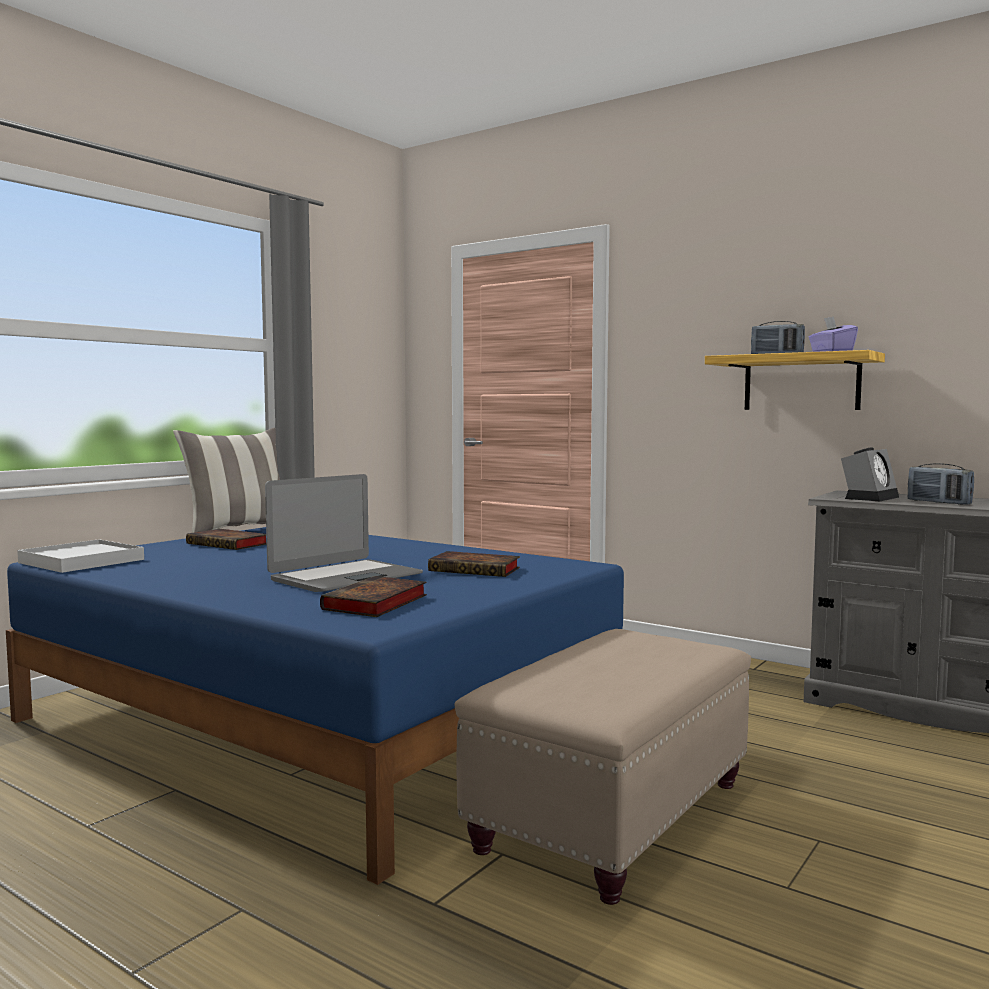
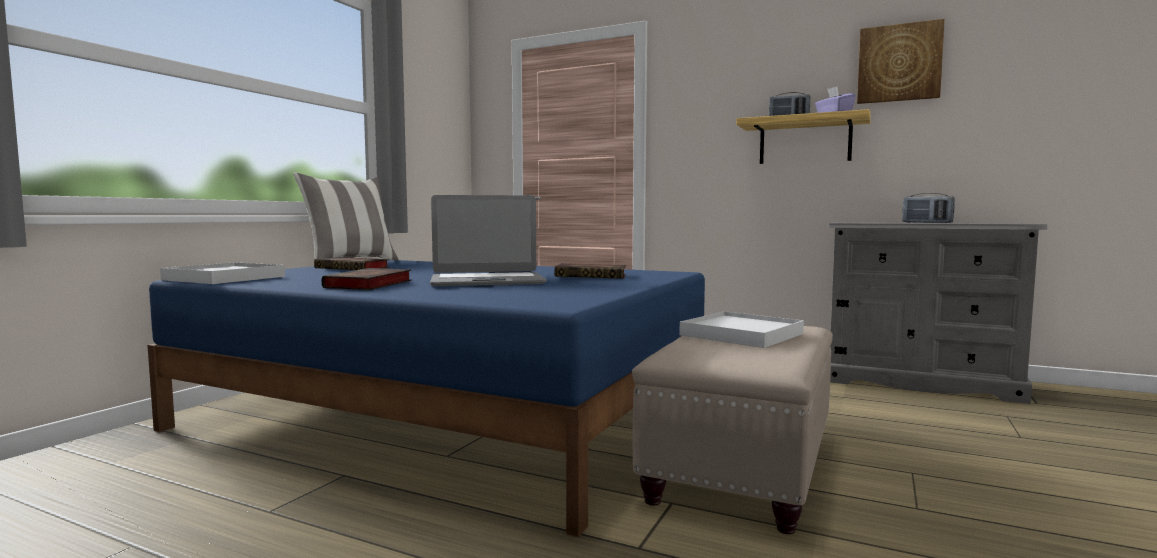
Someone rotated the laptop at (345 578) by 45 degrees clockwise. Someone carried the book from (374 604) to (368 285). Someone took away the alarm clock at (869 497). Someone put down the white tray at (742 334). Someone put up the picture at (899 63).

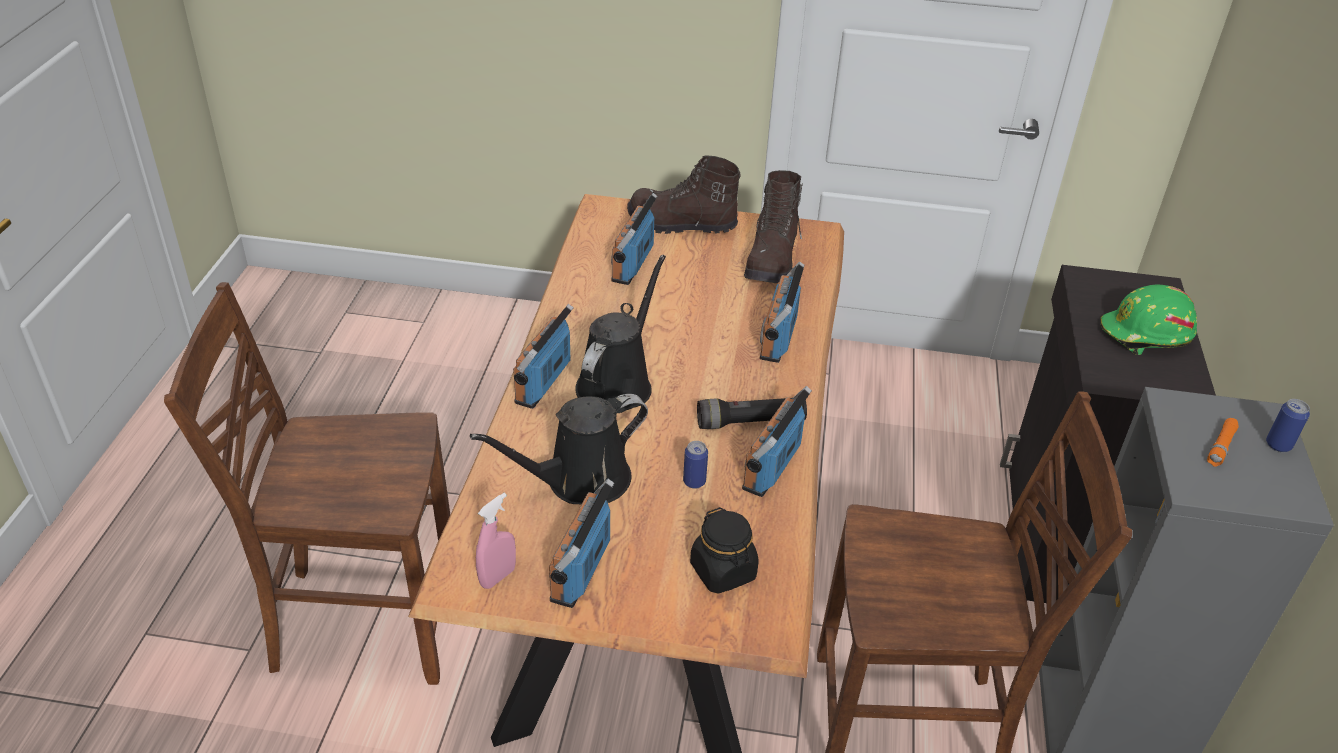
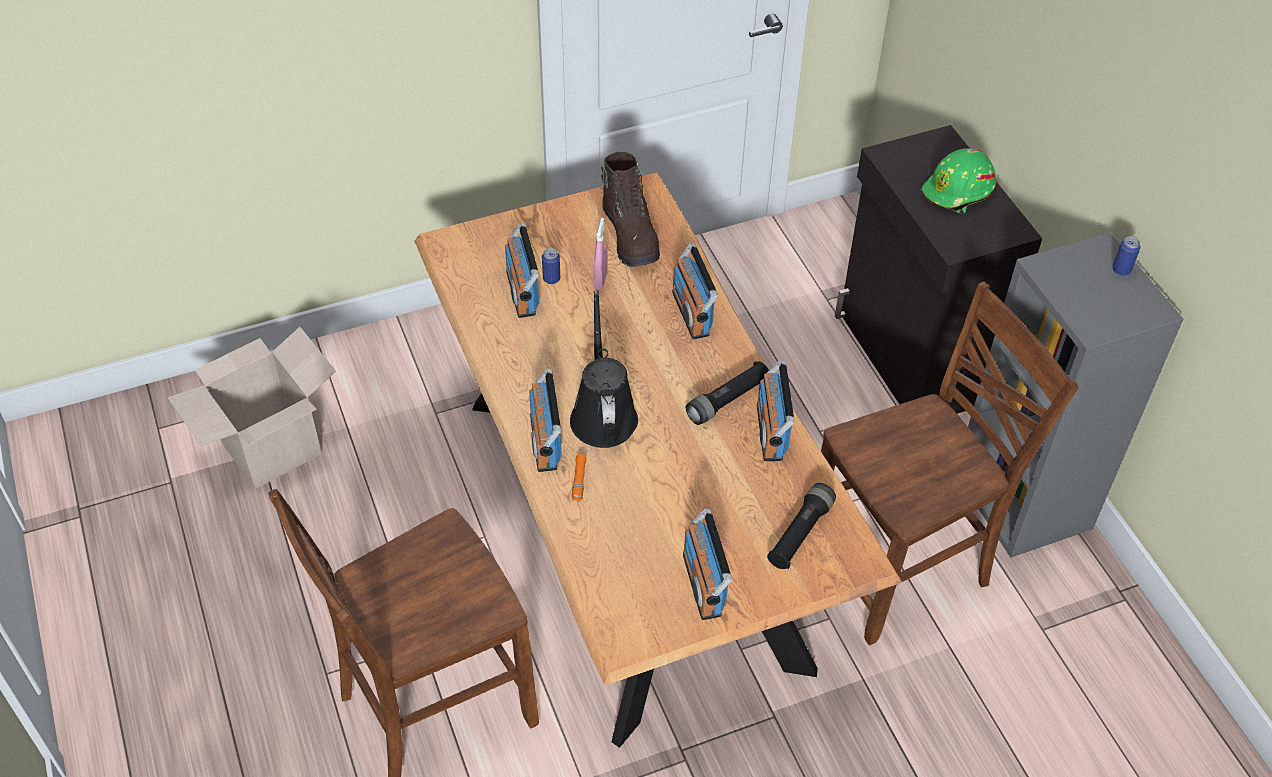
Someone took away the black watering can at (580 481). Someone carried the pink spray bottle from (497 577) to (600 280). Someone took away the brown boot at (681 224). Someone carried the can from (694 481) to (551 279). Someone swapped the black jar at (723 571) for the black flashlight at (800 533). Someone carried the orange flashlight from (1221 447) to (579 480). Someone put down the cardboard box at (271 448).

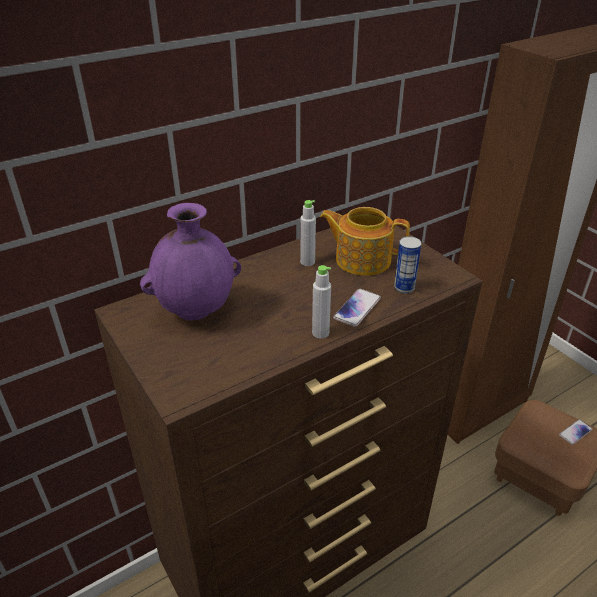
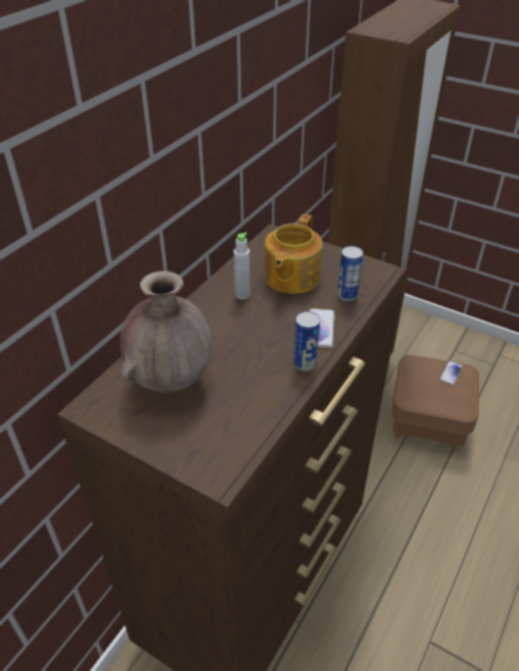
Someone repainted the purple vase at (197 311), which became the brown vase at (171 380). Someone swapped the grey bottle at (320 333) for the can at (304 364). Someone rotated the teapot at (361 259) by 60 degrees counterclockwise.

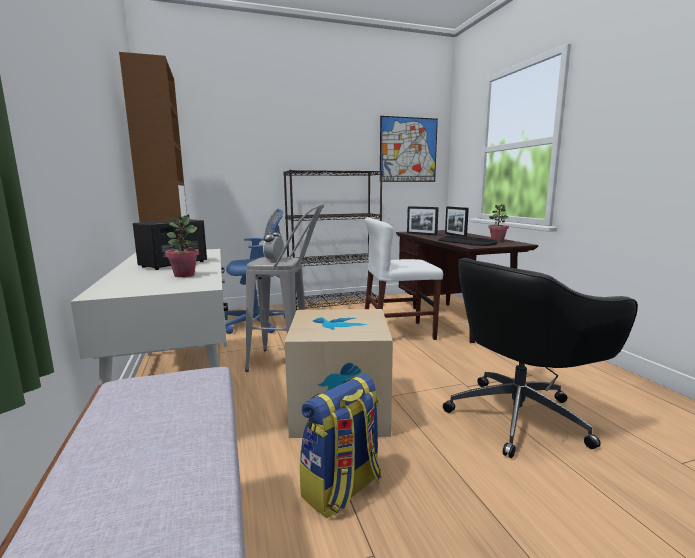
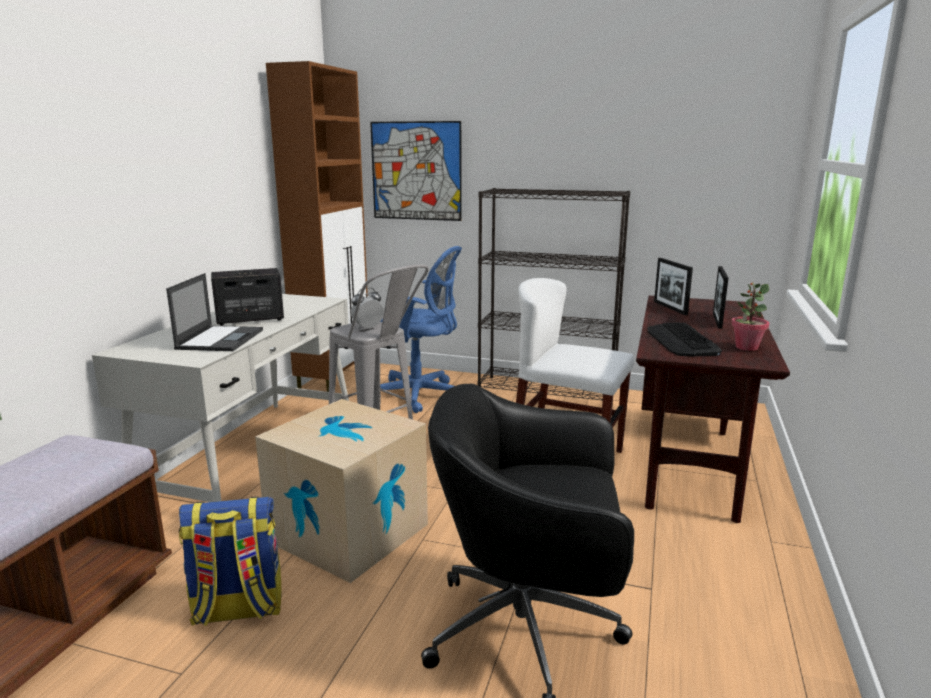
Someone swapped the potted plant at (184 275) for the laptop at (220 339). Someone carried the picture from (408 150) to (416 171).

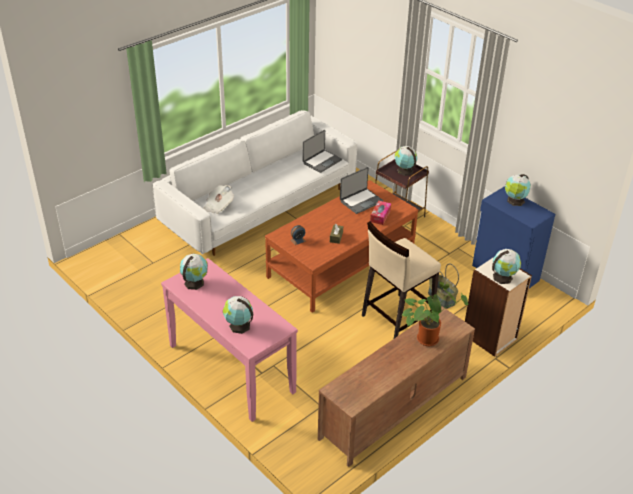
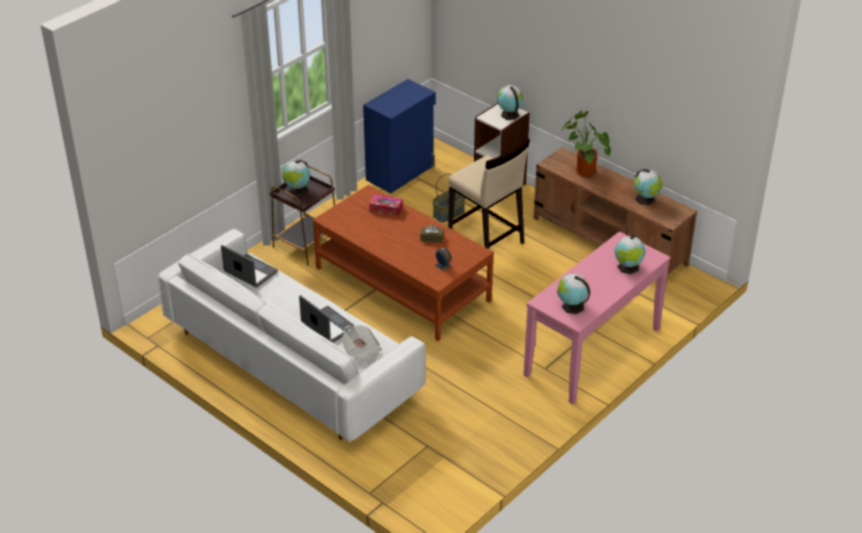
Someone carried the laptop from (361 201) to (327 326). Someone carried the globe from (515 201) to (646 199).

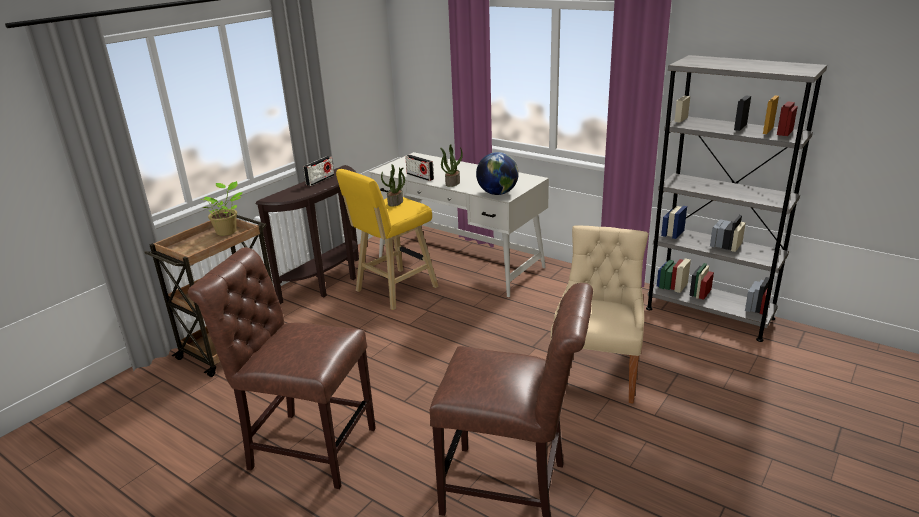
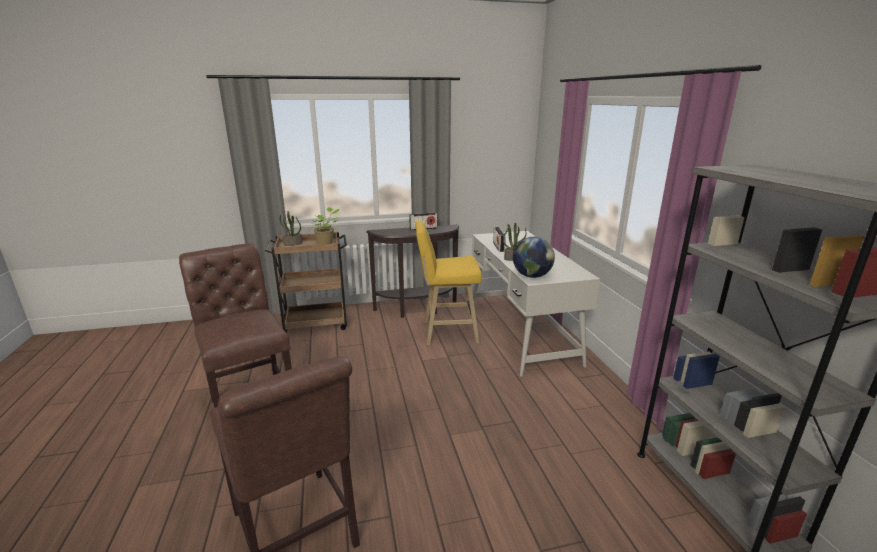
Someone carried the potted plant from (395 202) to (293 244). Someone took away the beige chair at (597 373).

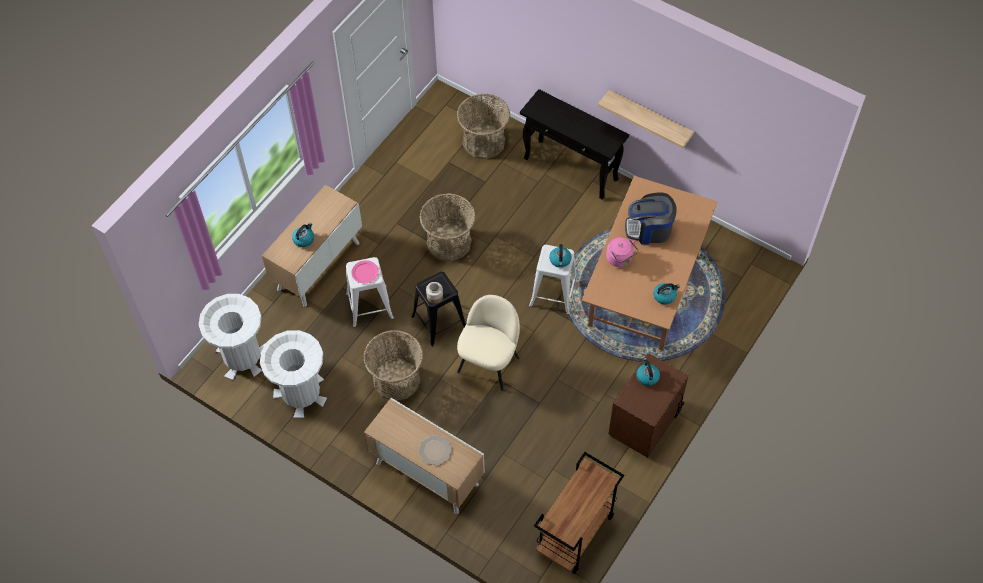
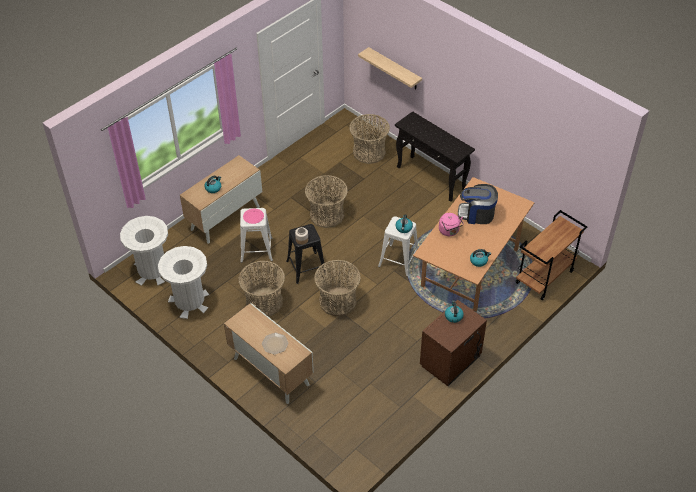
Someone swapped the beige chair at (489 363) for the basket at (338 301). Someone carried the brown cart from (575 534) to (544 278). Someone carried the shelf from (650 118) to (394 69).

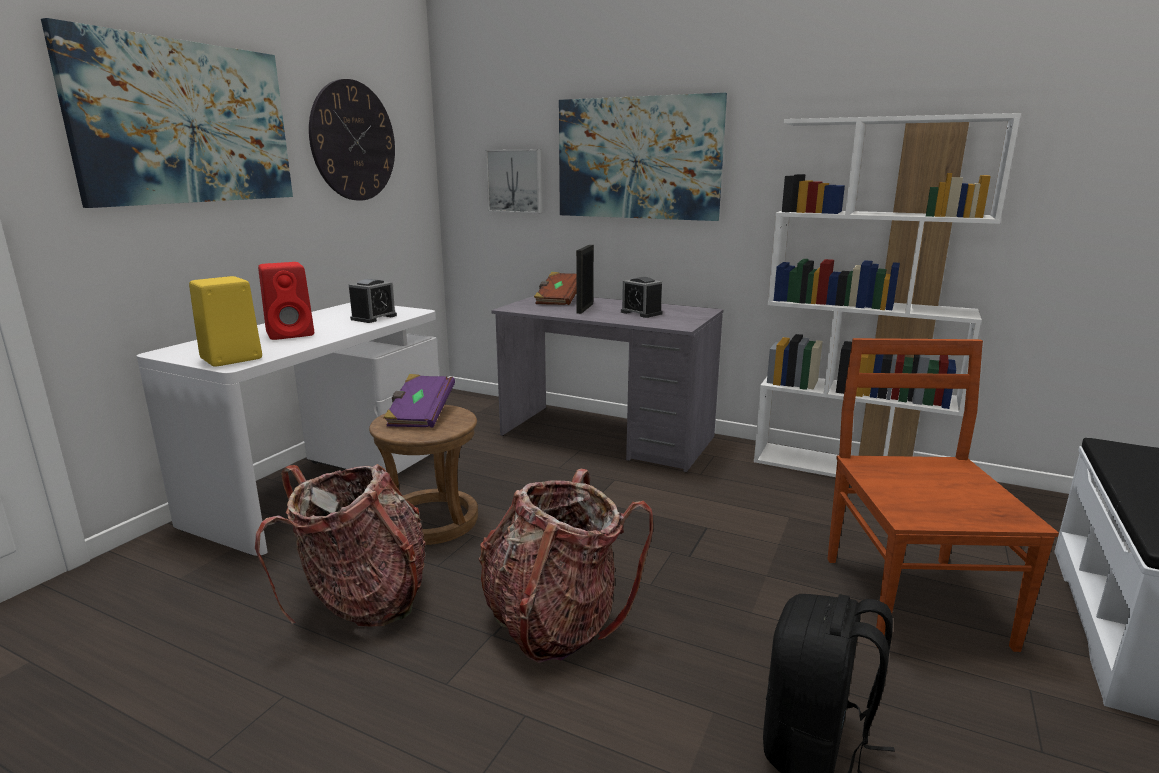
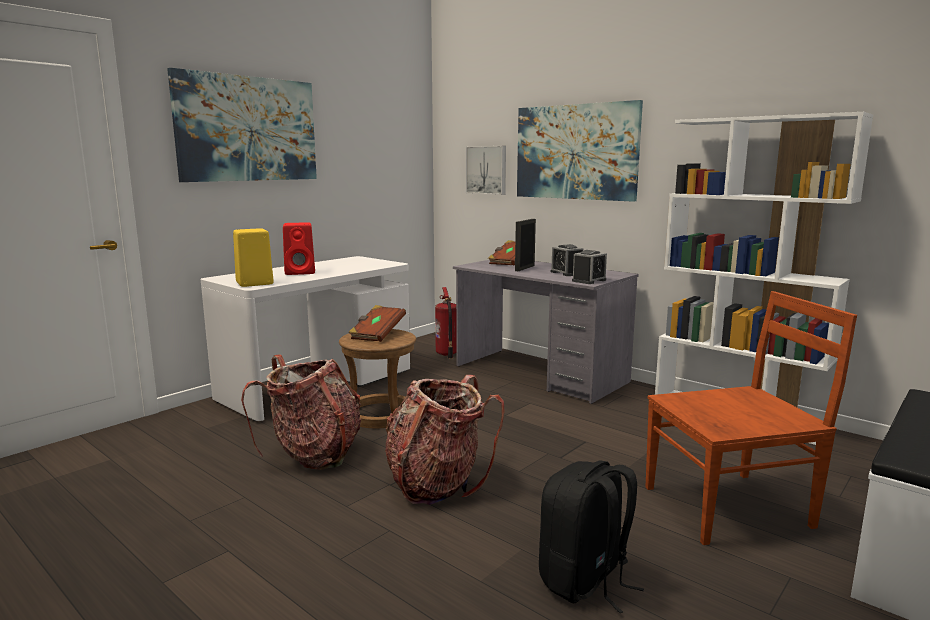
Someone took away the wall clock at (353 141). Someone carried the alarm clock from (374 317) to (589 280). Someone repainted the purple book at (420 415), which became the brown book at (377 334). Someone rotated the brown chair at (912 597) by 60 degrees clockwise. Someone put down the fire extinguisher at (446 354).

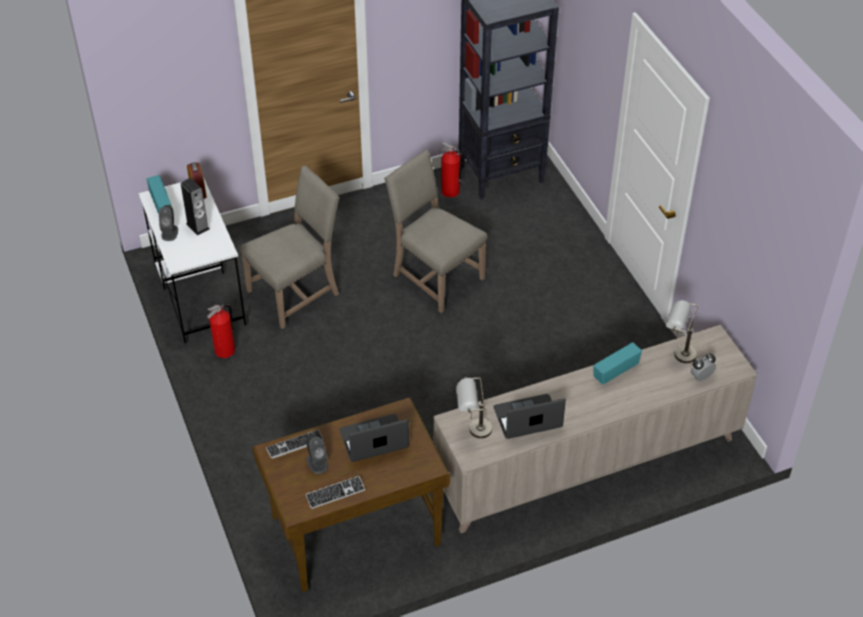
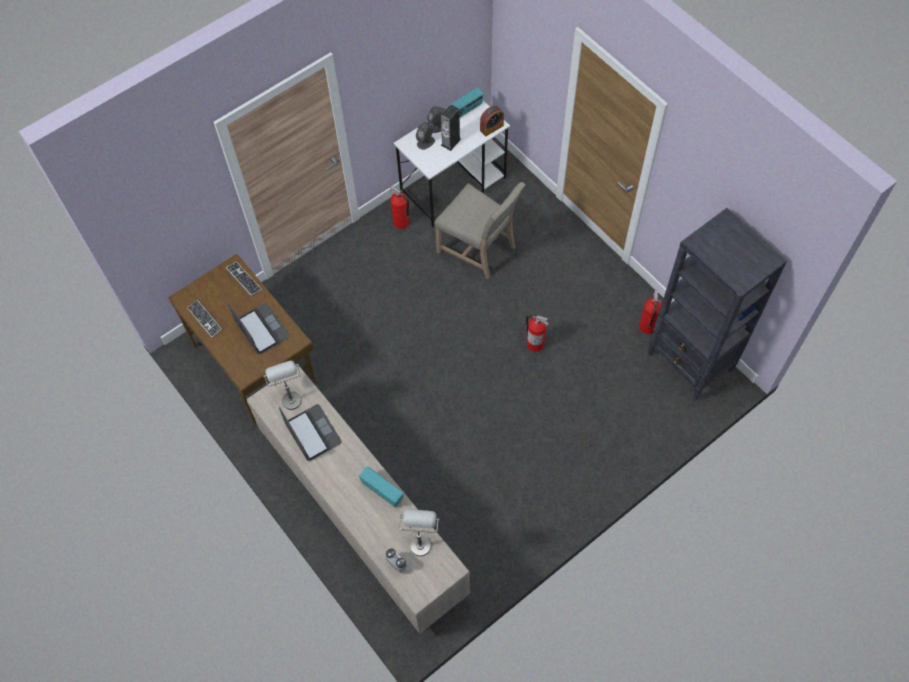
Someone carried the grey speaker from (317 463) to (426 142). Someone swapped the beige chair at (435 277) for the fire extinguisher at (535 344).

